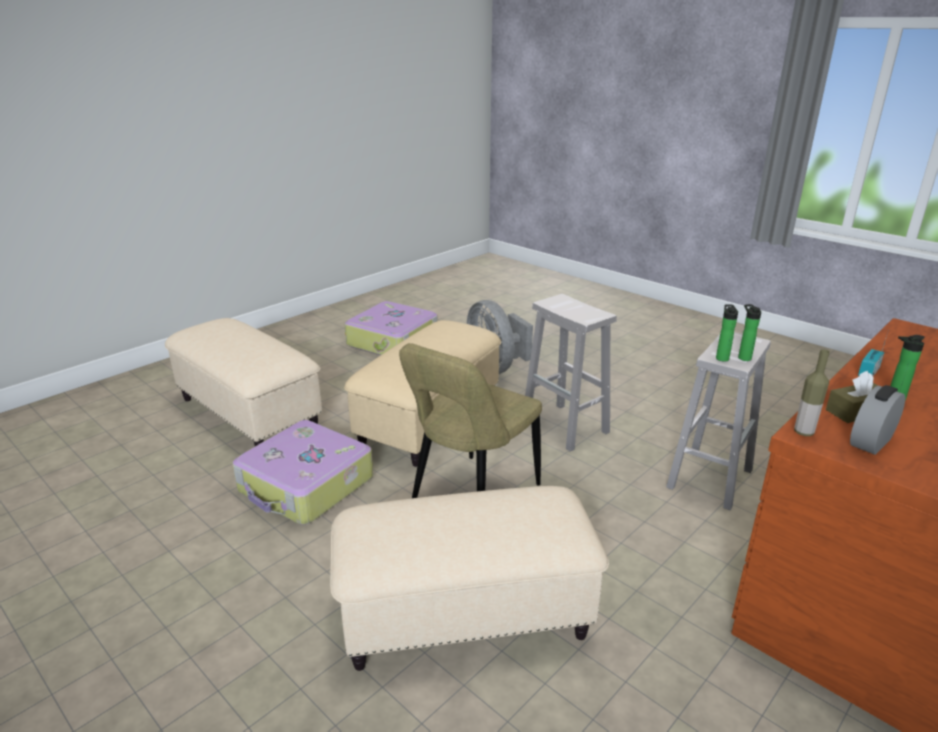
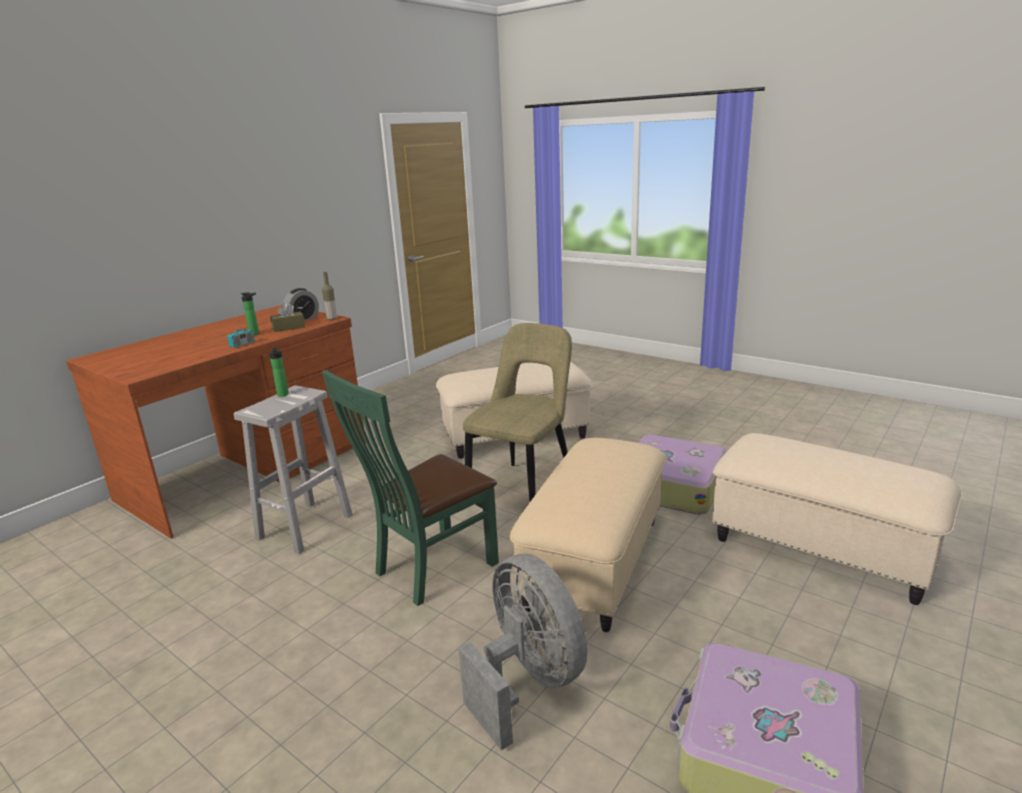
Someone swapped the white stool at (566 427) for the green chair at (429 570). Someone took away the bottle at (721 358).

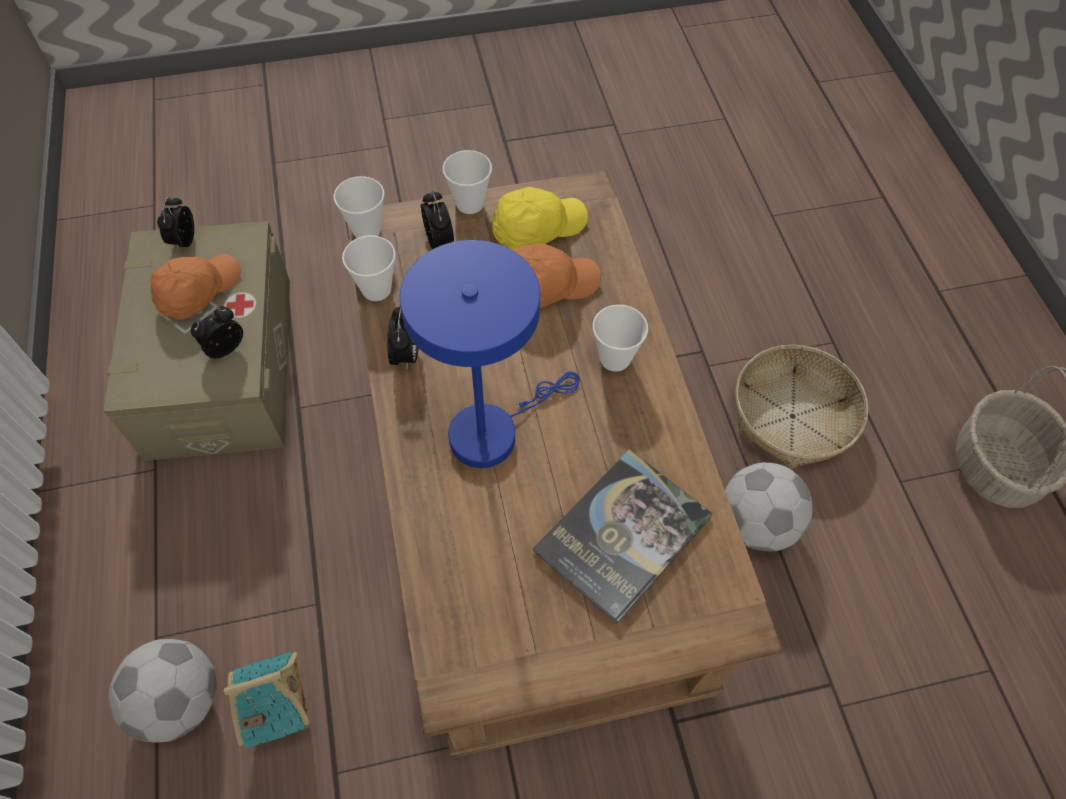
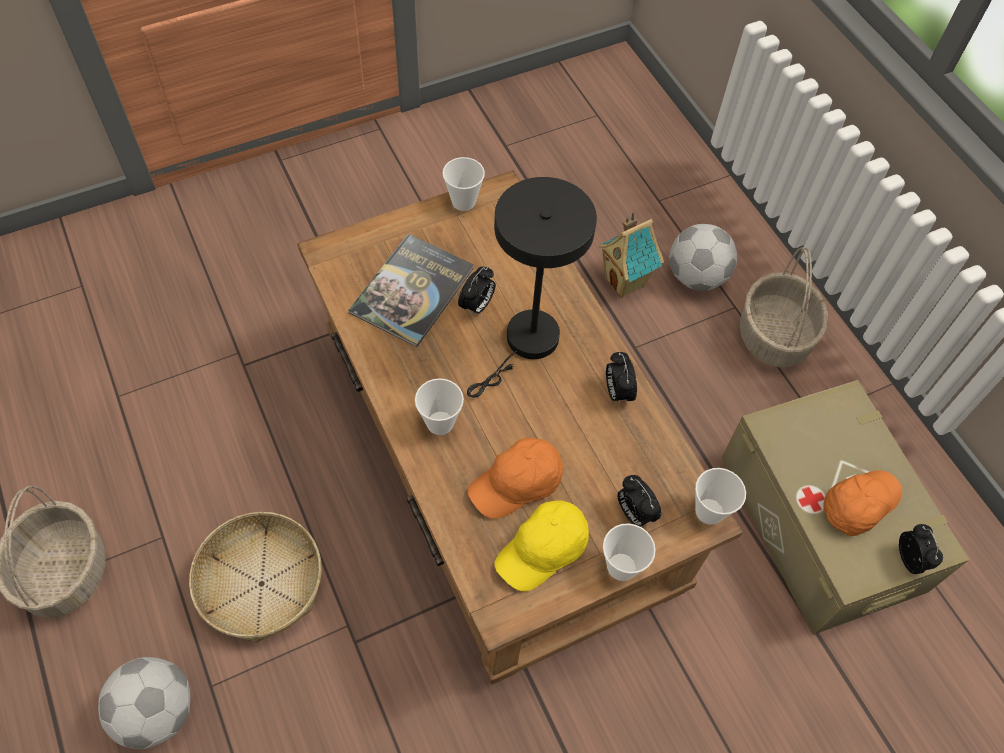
Someone rotated the orange cap at (198 291) by 150 degrees counterclockwise. Someone carried the alarm clock from (225 347) to (477 306). Someone carried the cup from (376 289) to (463 202). Someone repainted the blue table lamp at (492 430), which became the black table lamp at (526 344). Someone carried the football from (756 522) to (156 712). Someone put down the basket at (774 337).

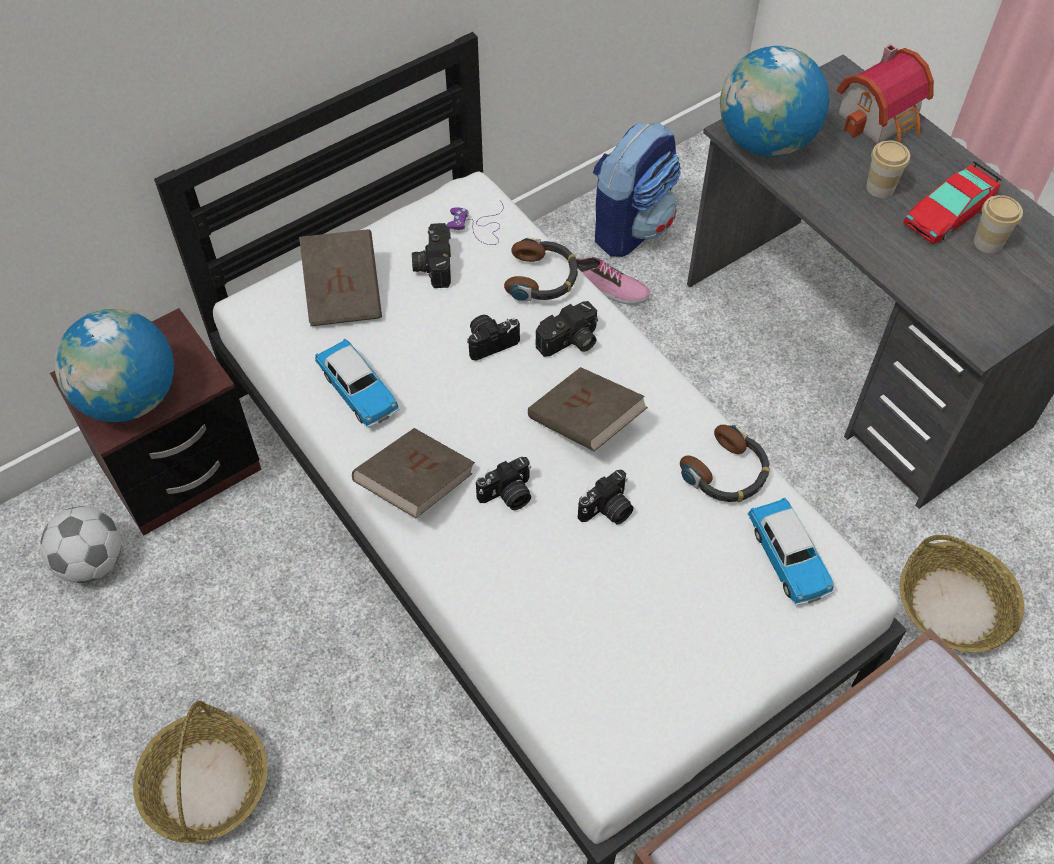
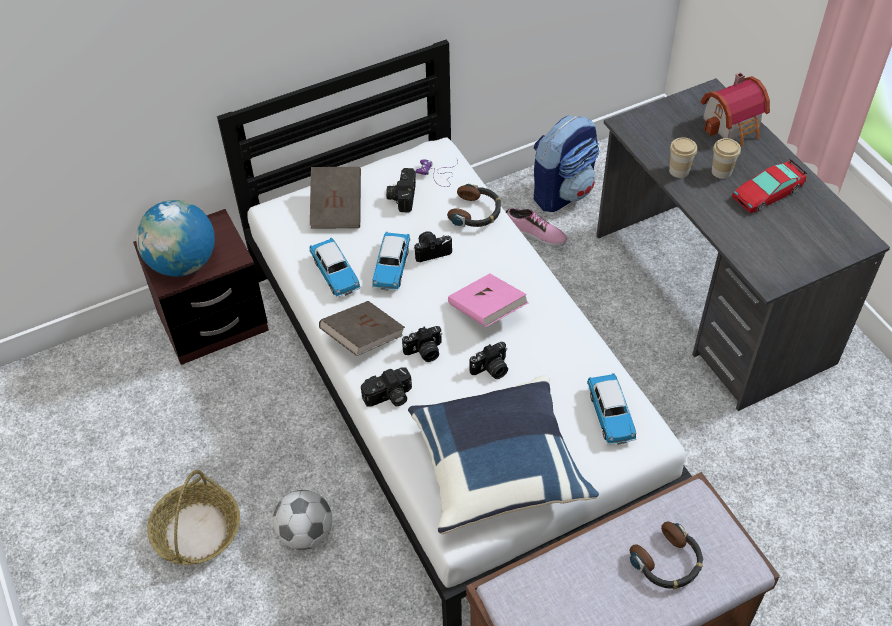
Someone carried the football from (92 562) to (306 533). Someone repainted the brown book at (585 423), which became the pink book at (487 311). Someone carried the photo camera from (570 342) to (389 397). Someone carried the headphones from (727 473) to (667 562). Someone took away the globe at (765 142). Someone took away the basket at (955 606). Someone carried the cup from (988 242) to (679 170). Someone put down the toy car at (391 267). Someone put down the blue pillow at (498 467).

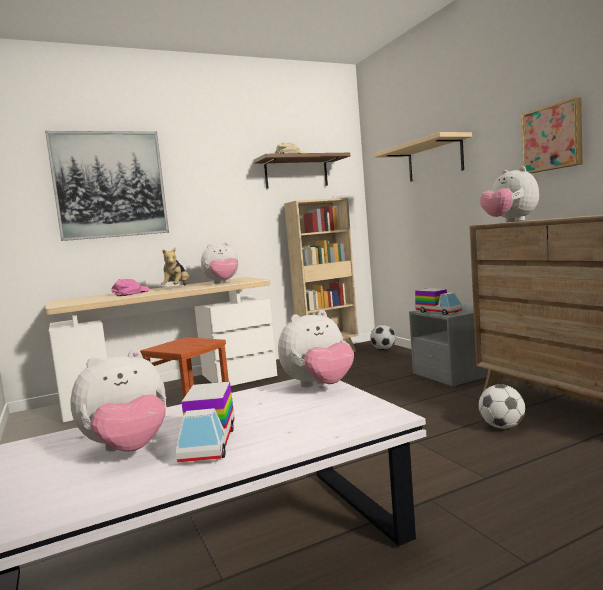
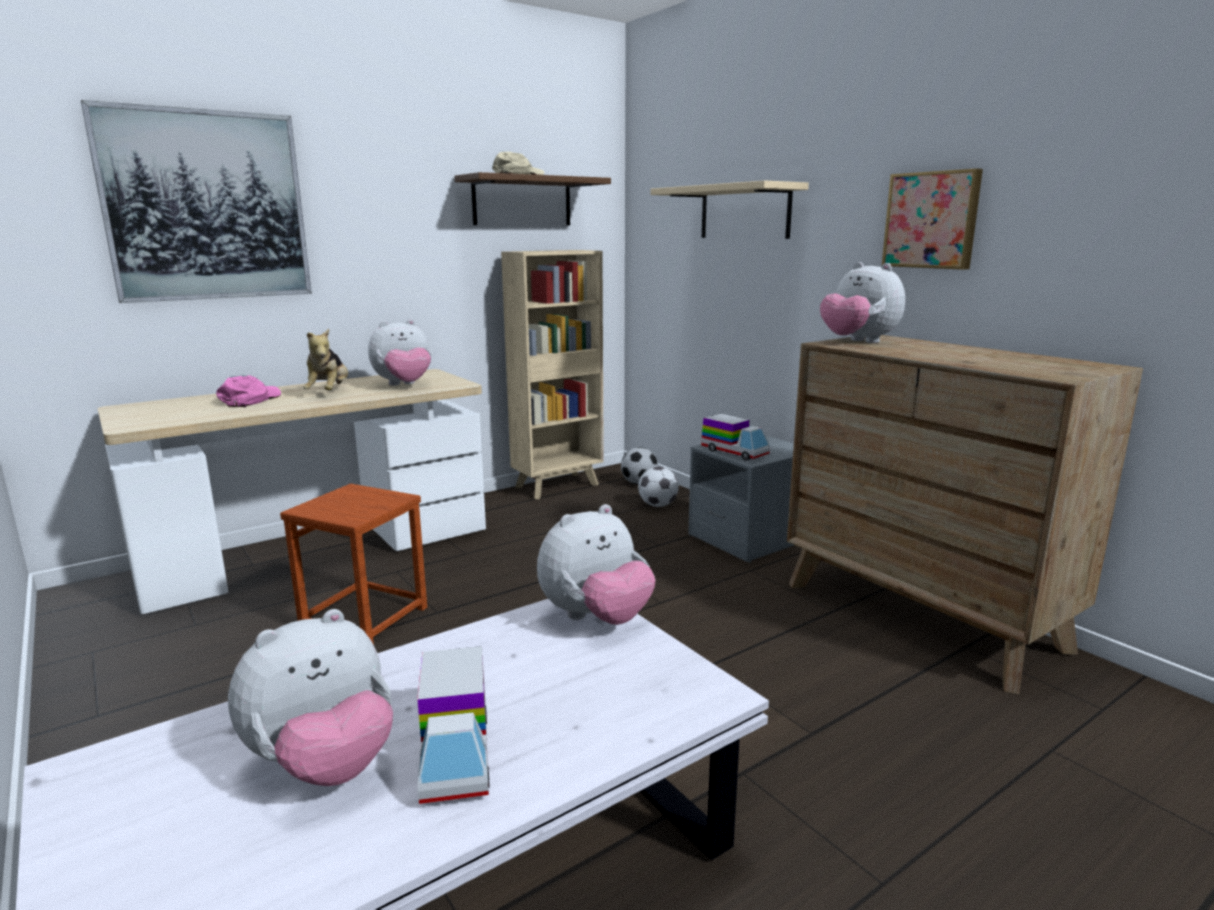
Someone carried the football from (502 427) to (658 505).

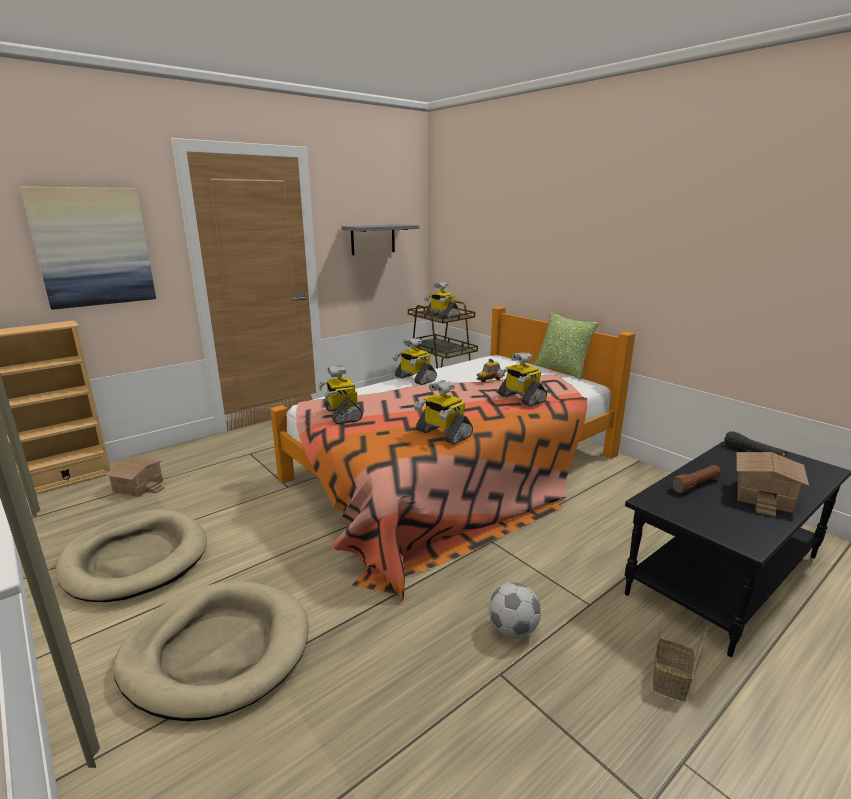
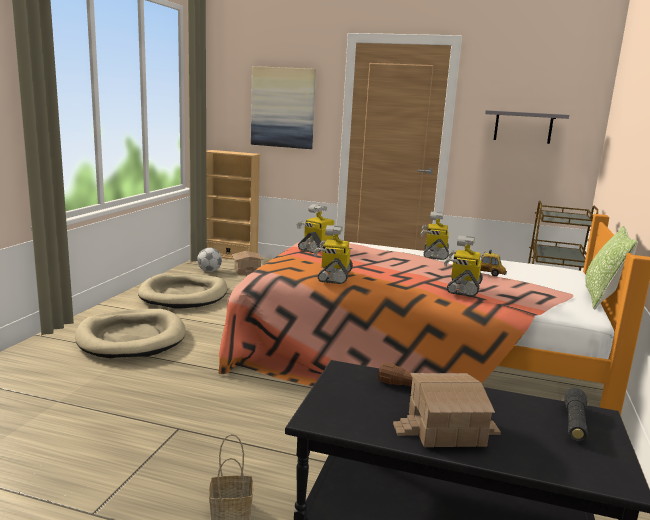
Someone took away the toy robot at (441 316). Someone carried the football from (513 629) to (209 271).

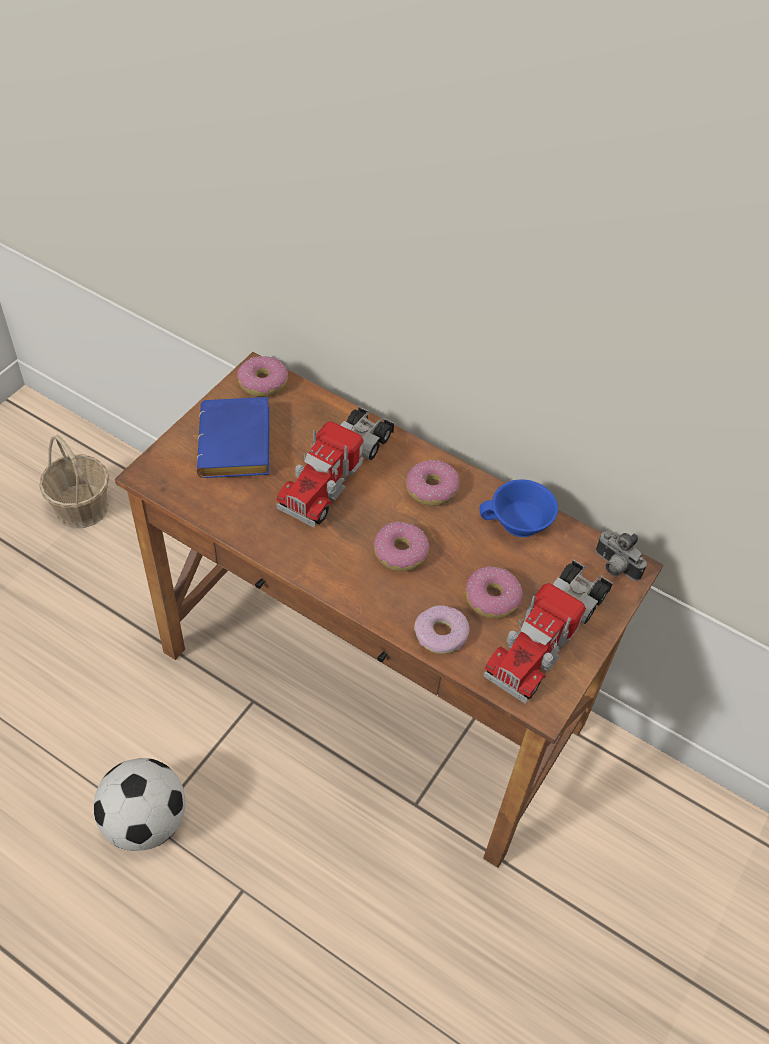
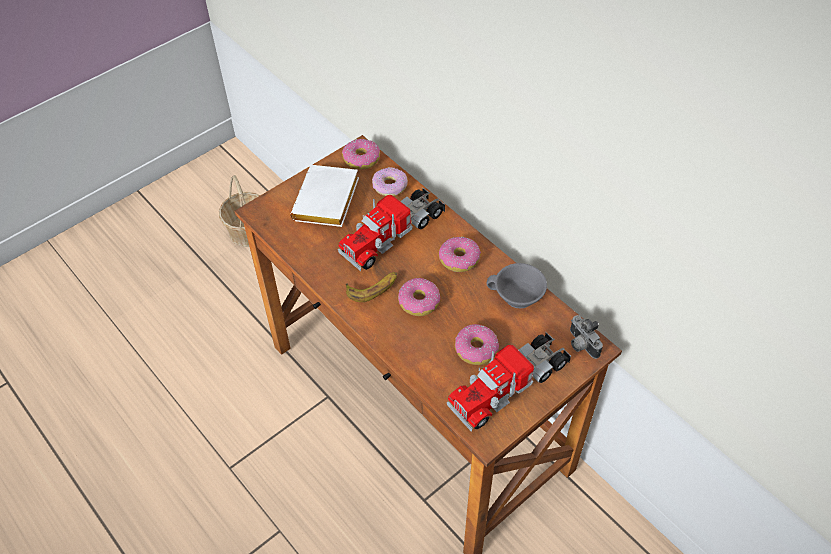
Someone took away the football at (146 820). Someone repainted the blue book at (238 446), which became the white book at (328 202). Someone carried the donut from (441 634) to (390 186). Someone repainted the blue cup at (518 524), which became the grey cup at (516 297). Someone put down the banana at (373 288).

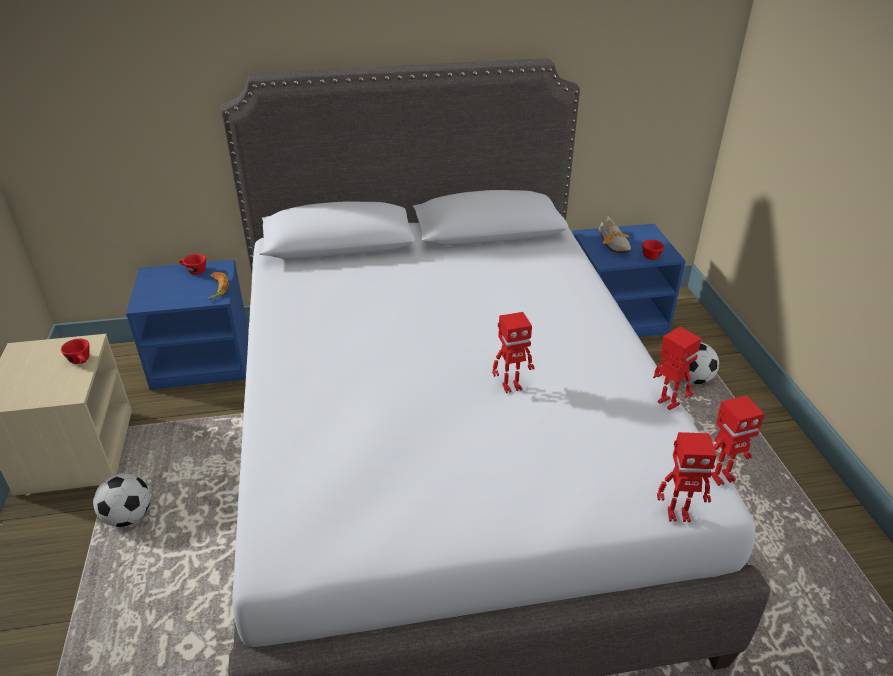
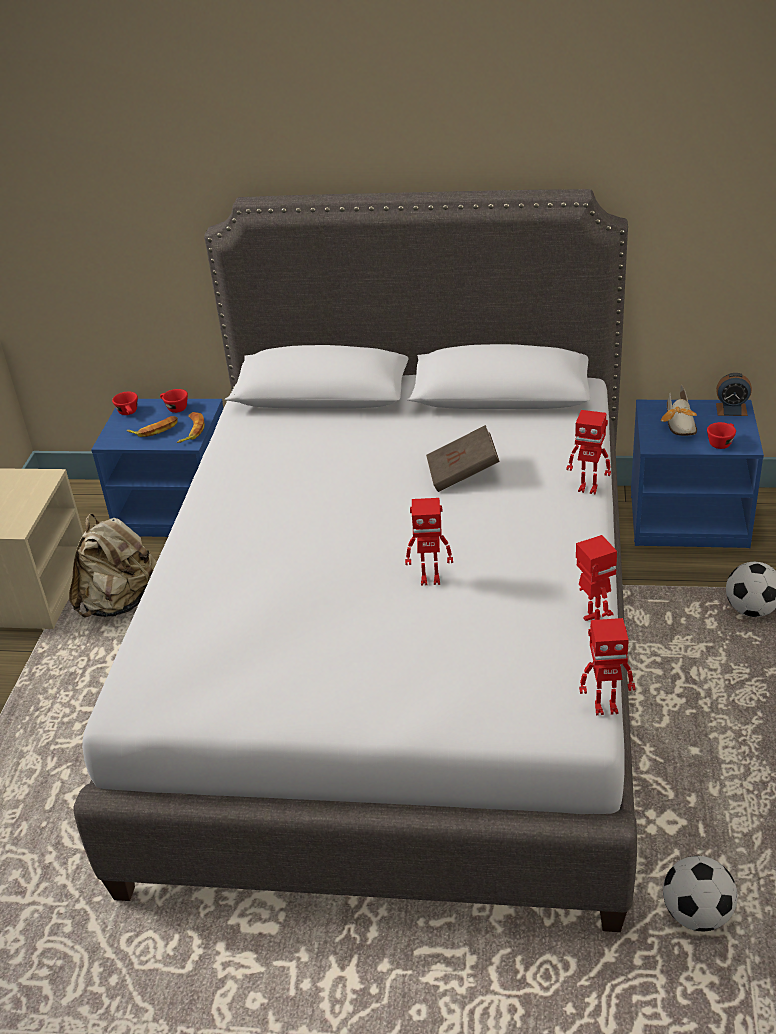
Someone carried the red cup from (81 361) to (129 413). Someone carried the football from (128 517) to (697 914). Someone carried the toy robot from (677 514) to (588 488). Someone put down the beige backpack at (121 603). Someone put down the banana at (155 430). Someone put down the brown book at (462 474). Someone put down the alarm clock at (731 409).

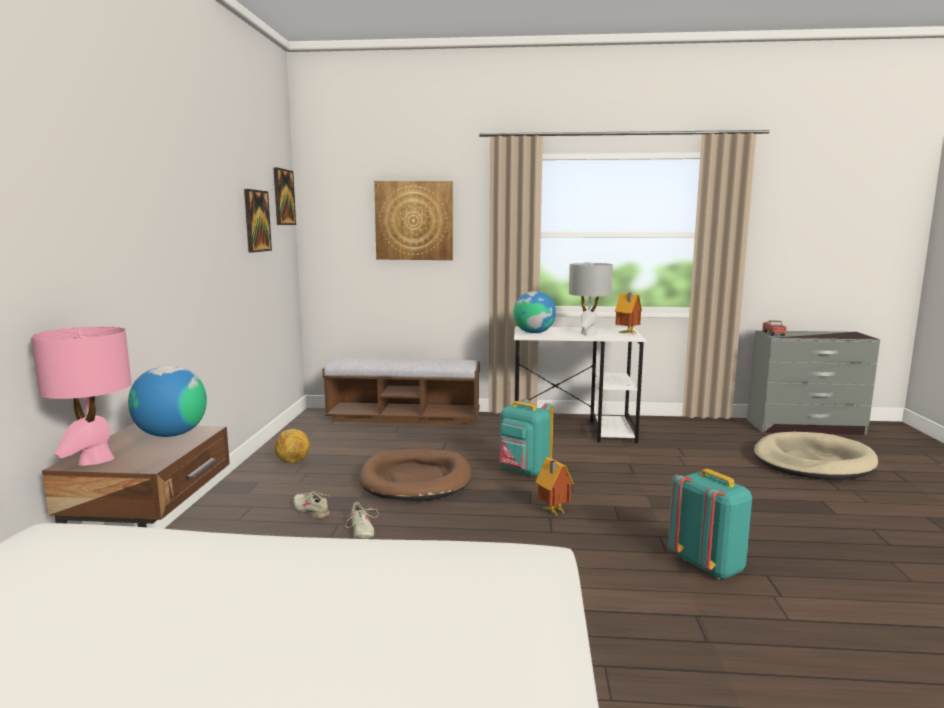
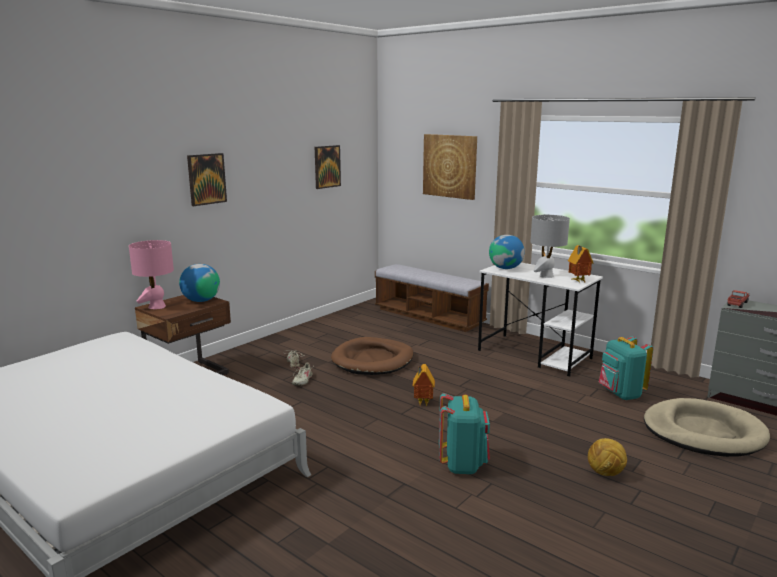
Someone carried the picture from (283 197) to (206 179). Someone carried the football from (293 462) to (605 473). Someone carried the turquoise backpack from (524 471) to (620 394).

